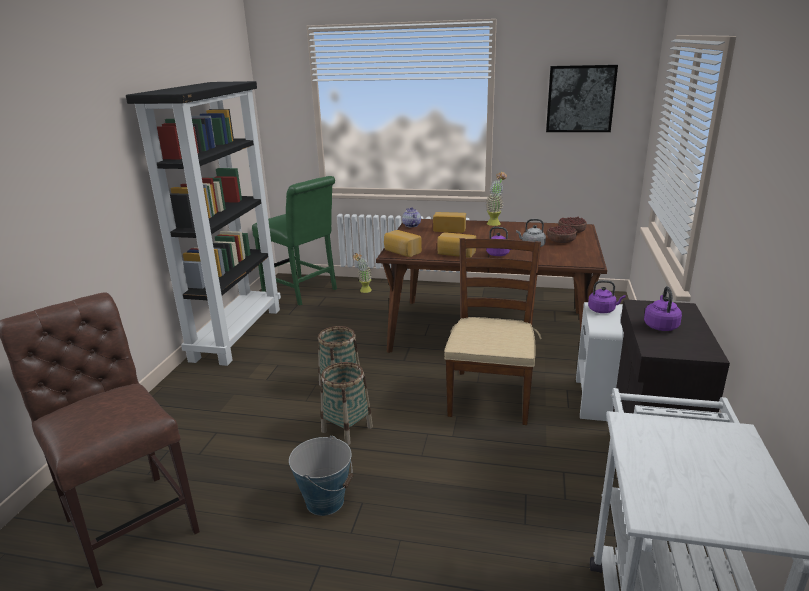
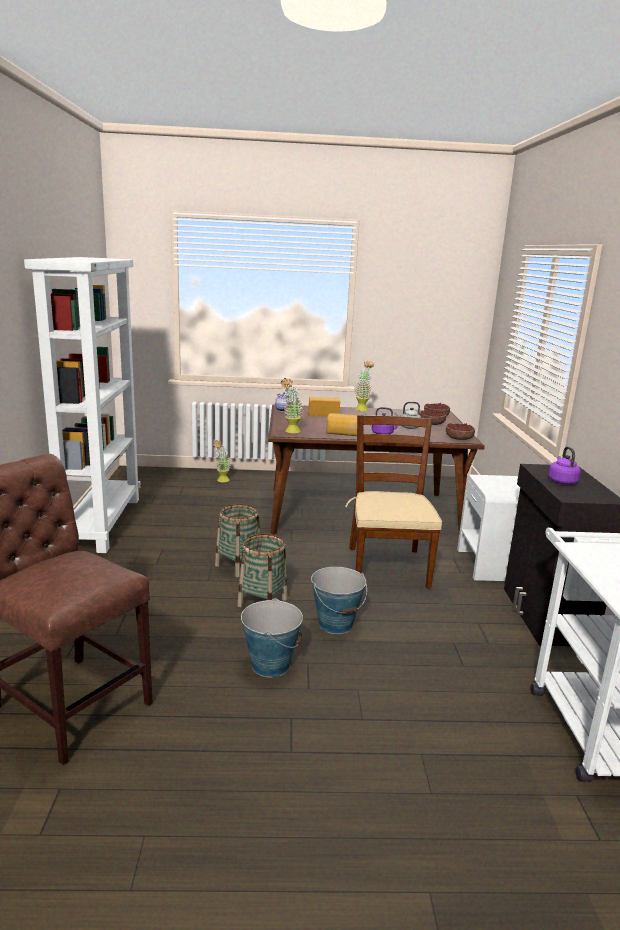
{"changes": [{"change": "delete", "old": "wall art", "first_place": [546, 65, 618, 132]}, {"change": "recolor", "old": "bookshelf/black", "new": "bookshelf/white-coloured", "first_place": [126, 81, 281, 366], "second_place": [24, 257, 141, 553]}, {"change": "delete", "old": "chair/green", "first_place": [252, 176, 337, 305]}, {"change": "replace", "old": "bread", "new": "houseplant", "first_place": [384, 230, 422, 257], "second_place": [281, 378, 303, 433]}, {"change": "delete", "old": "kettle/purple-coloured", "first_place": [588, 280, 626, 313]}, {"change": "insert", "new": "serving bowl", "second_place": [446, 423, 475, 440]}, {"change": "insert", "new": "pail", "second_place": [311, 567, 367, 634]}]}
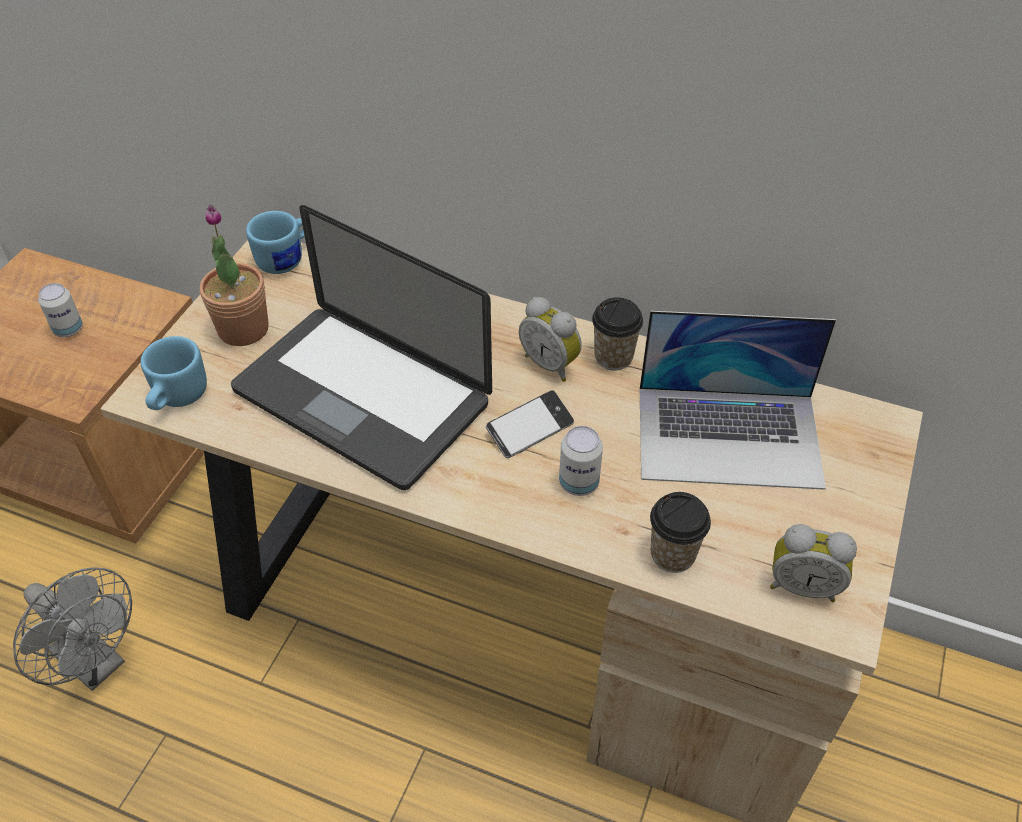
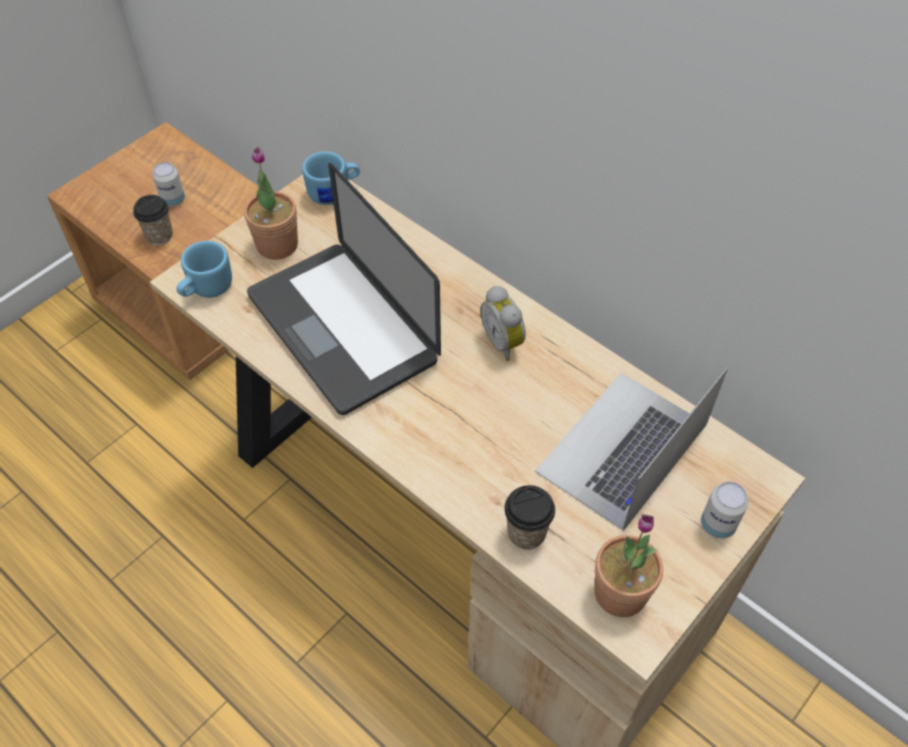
{"changes": [{"change": "move", "old": "drinking cup", "first_place": [592, 297, 643, 370], "second_place": [133, 195, 173, 245]}, {"change": "rotate", "old": "laptop", "first_place": [640, 311, 836, 490], "second_place": [535, 368, 728, 531], "degrees": 105}, {"change": "delete", "old": "telephone", "first_place": [486, 390, 574, 458]}, {"change": "move", "old": "sealed can", "first_place": [559, 426, 603, 496], "second_place": [701, 482, 749, 539]}, {"change": "replace", "old": "bedside clock", "new": "houseplant", "first_place": [770, 524, 857, 602], "second_place": [594, 514, 663, 617]}, {"change": "delete", "old": "electric fan/gray", "first_place": [13, 567, 132, 691]}]}
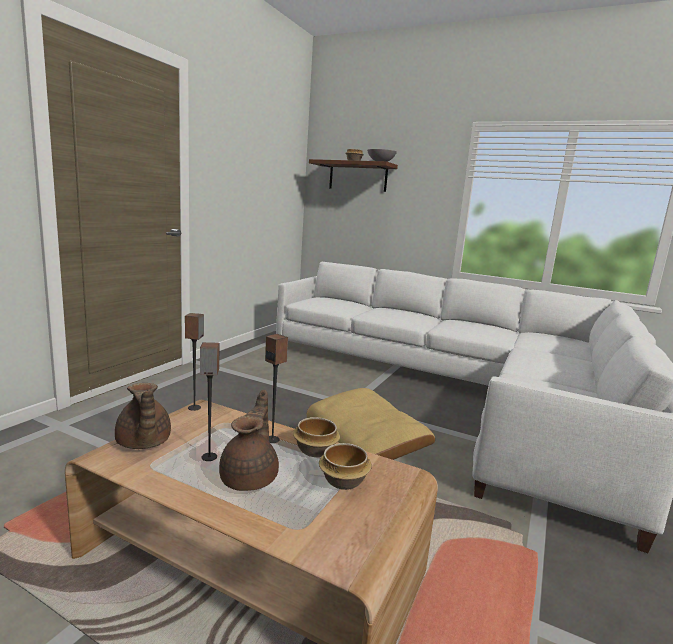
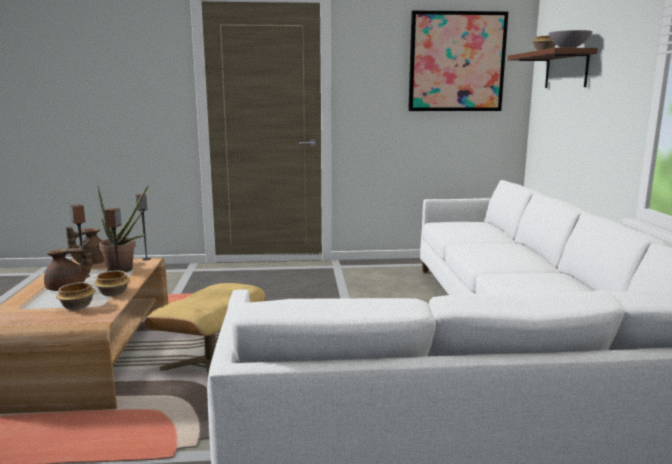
{"changes": [{"change": "insert", "new": "wall art", "second_place": [408, 10, 509, 111]}, {"change": "insert", "new": "houseplant", "second_place": [98, 186, 148, 272]}]}
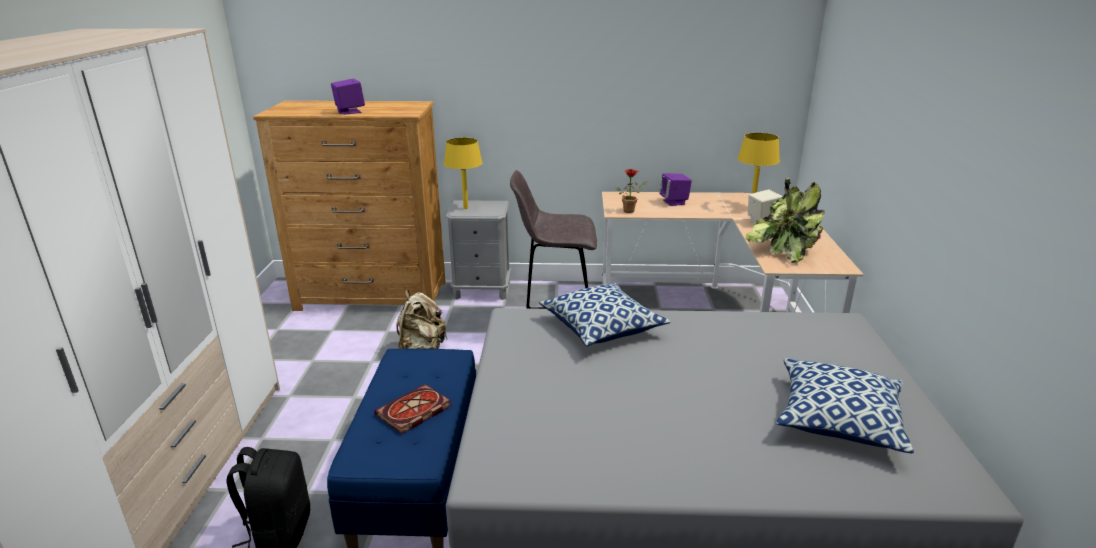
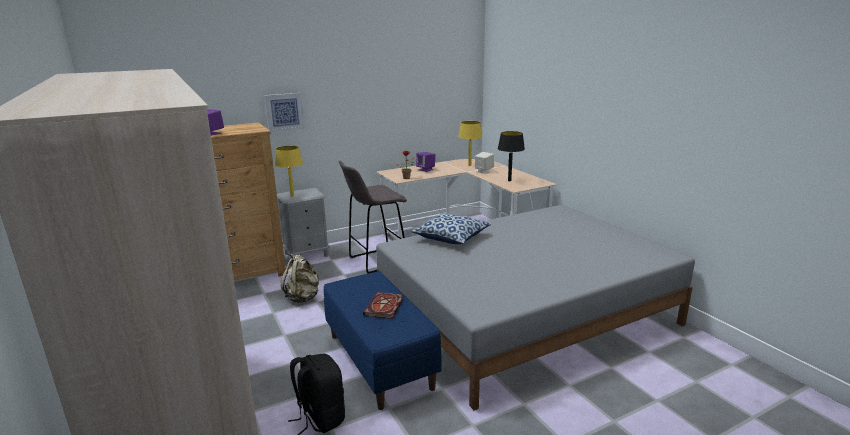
{"changes": [{"change": "replace", "old": "houseplant", "new": "tabletop lamp/black", "first_place": [745, 178, 825, 263], "second_place": [498, 131, 525, 181]}, {"change": "delete", "old": "throw pillow", "first_place": [776, 358, 914, 453]}, {"change": "insert", "new": "wall art", "second_place": [264, 93, 304, 132]}]}
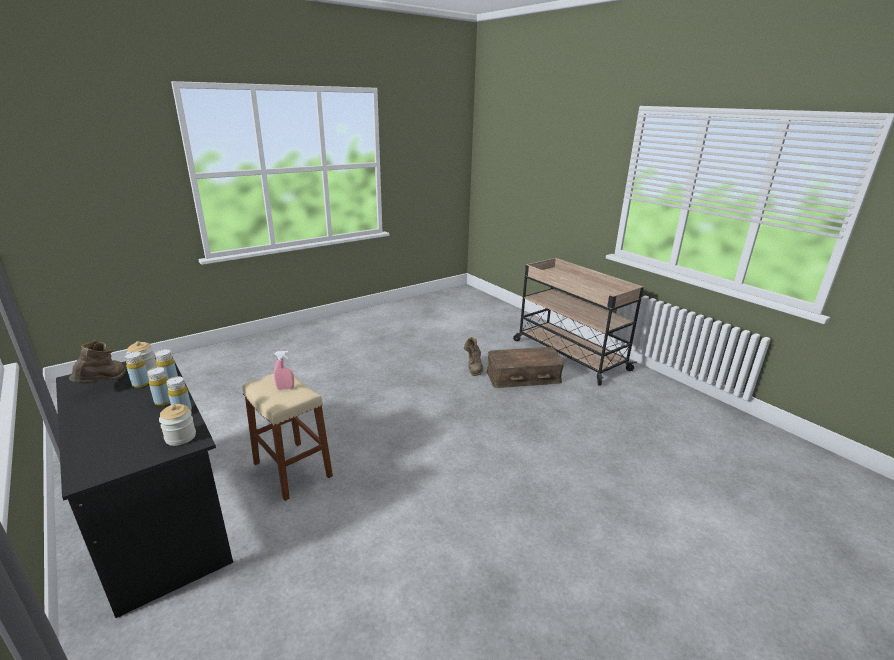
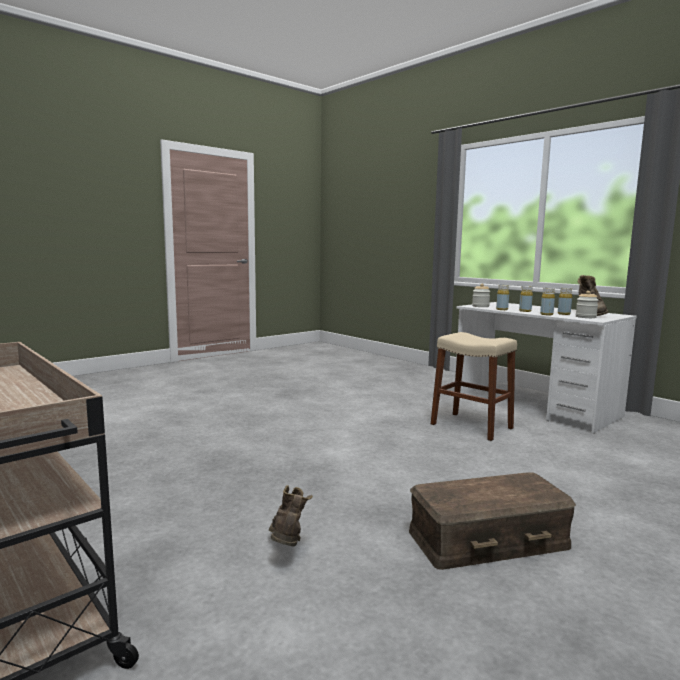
{"changes": [{"change": "move", "old": "storage box/brownish", "first_place": [487, 347, 565, 388], "second_place": [409, 472, 576, 570]}, {"change": "delete", "old": "sprayer/pinkish", "first_place": [274, 351, 294, 390]}, {"change": "recolor", "old": "desk table/black", "new": "desk table/white-coloured", "first_place": [56, 357, 233, 618], "second_place": [456, 302, 637, 433]}]}
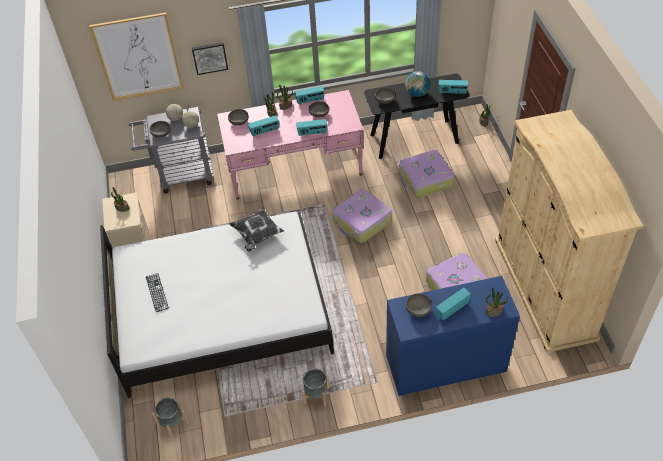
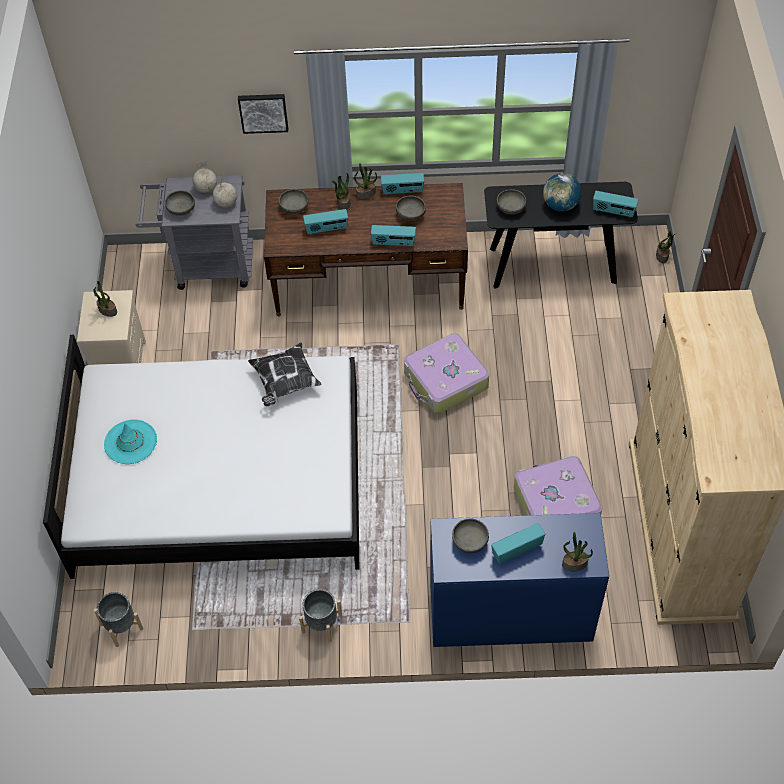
{"changes": [{"change": "delete", "old": "wall art", "first_place": [89, 13, 184, 101]}, {"change": "recolor", "old": "desk table/pinkish", "new": "desk table/brownish", "first_place": [217, 90, 364, 200], "second_place": [264, 183, 468, 316]}, {"change": "delete", "old": "suitcase", "first_place": [399, 150, 455, 198]}, {"change": "replace", "old": "computer keyboard", "new": "hat/turquoise", "first_place": [146, 273, 169, 312], "second_place": [104, 419, 157, 464]}]}
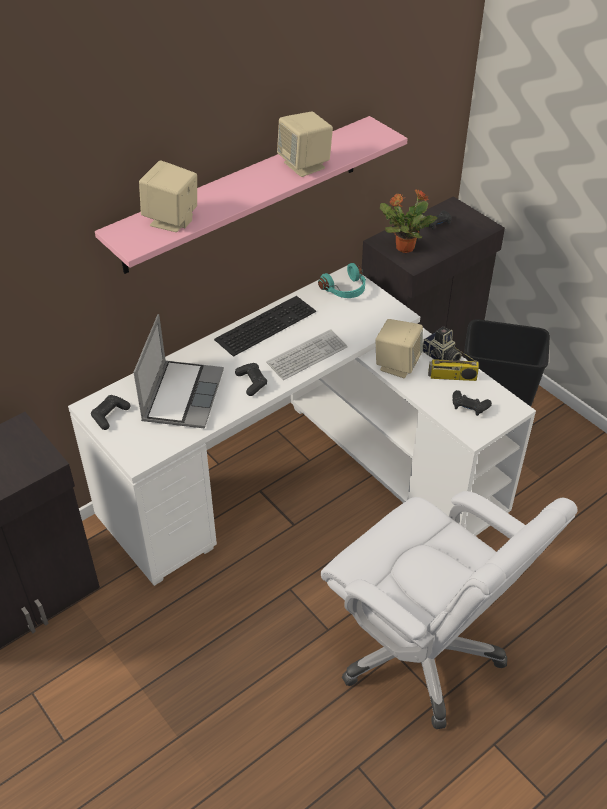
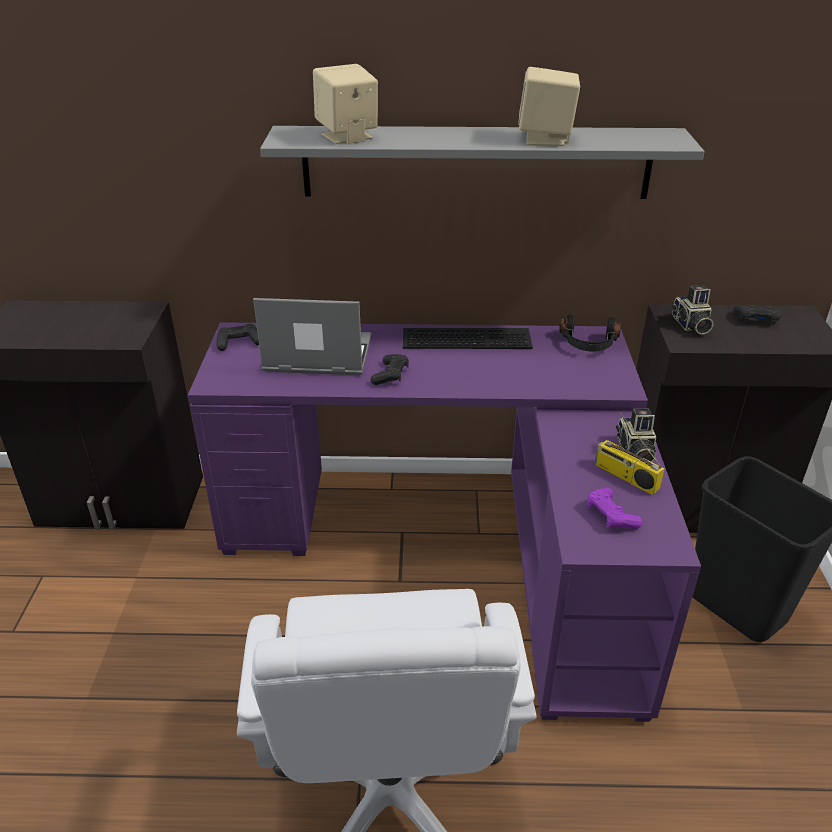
{"changes": [{"change": "recolor", "old": "shelf/pinkish", "new": "shelf/gray", "first_place": [95, 116, 408, 274], "second_place": [260, 126, 704, 199]}, {"change": "replace", "old": "houseplant", "new": "still camera", "first_place": [380, 189, 438, 253], "second_place": [672, 285, 714, 335]}, {"change": "recolor", "old": "headphones/turquoise", "new": "headphones/black", "first_place": [318, 263, 366, 298], "second_place": [559, 315, 621, 352]}, {"change": "recolor", "old": "desk table/white-coloured", "new": "desk table/purple-coloured", "first_place": [68, 265, 536, 586], "second_place": [188, 322, 701, 722]}, {"change": "rotate", "old": "laptop", "first_place": [134, 314, 224, 429], "second_place": [253, 298, 371, 375], "degrees": -135}, {"change": "delete", "old": "speaker/sand-coloured", "first_place": [375, 319, 423, 378]}, {"change": "delete", "old": "computer keyboard", "first_place": [266, 329, 348, 380]}, {"change": "recolor", "old": "joypad/black", "new": "joypad/purple-coloured", "first_place": [453, 390, 492, 416], "second_place": [587, 488, 643, 529]}]}
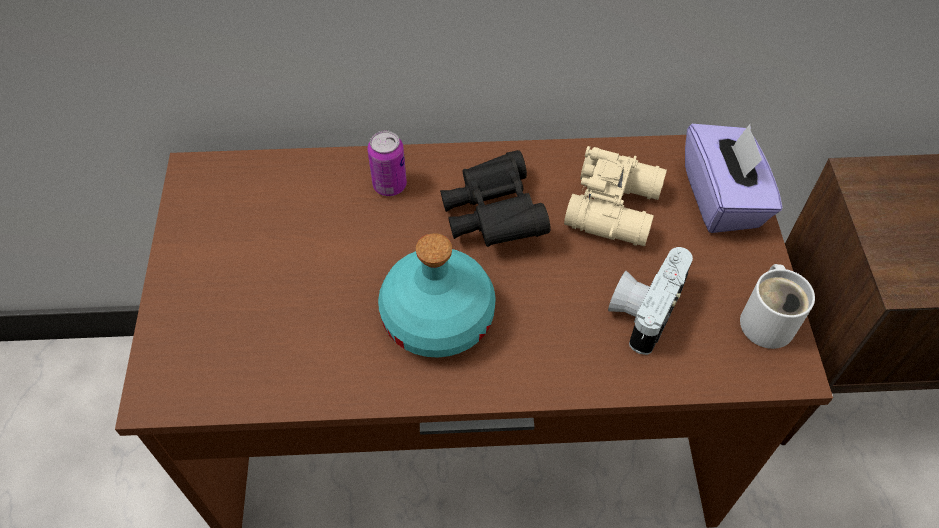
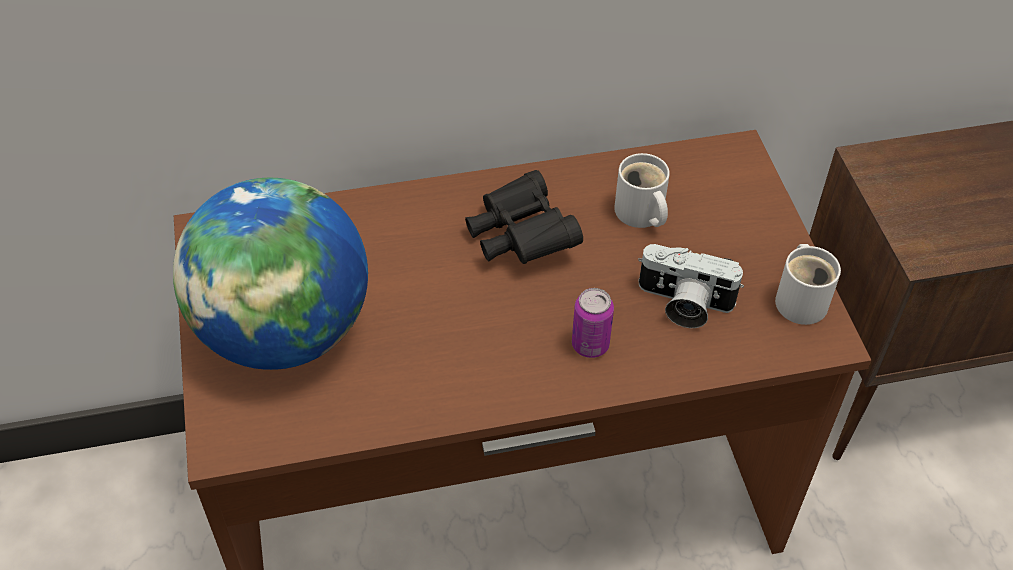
{"changes": [{"change": "delete", "old": "tissue holder/purple-coloured", "first_place": [685, 124, 783, 233]}, {"change": "move", "old": "sealed can", "first_place": [367, 131, 407, 196], "second_place": [572, 288, 614, 358]}, {"change": "replace", "old": "pair of binoculars/sand-coloured", "new": "tea mug/white-coloured", "first_place": [564, 146, 667, 246], "second_place": [614, 153, 670, 228]}, {"change": "delete", "old": "beverage bottle/turquoise", "first_place": [378, 233, 496, 358]}, {"change": "rotate", "old": "still camera", "first_place": [608, 247, 693, 355], "second_place": [638, 244, 744, 328], "degrees": -90}, {"change": "insert", "new": "desk globe", "second_place": [173, 178, 368, 370]}]}
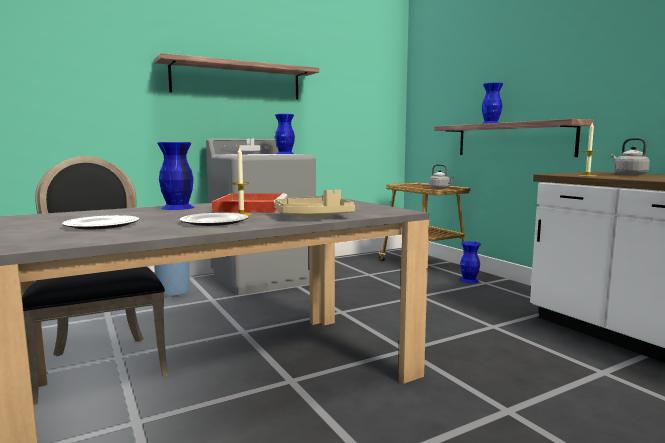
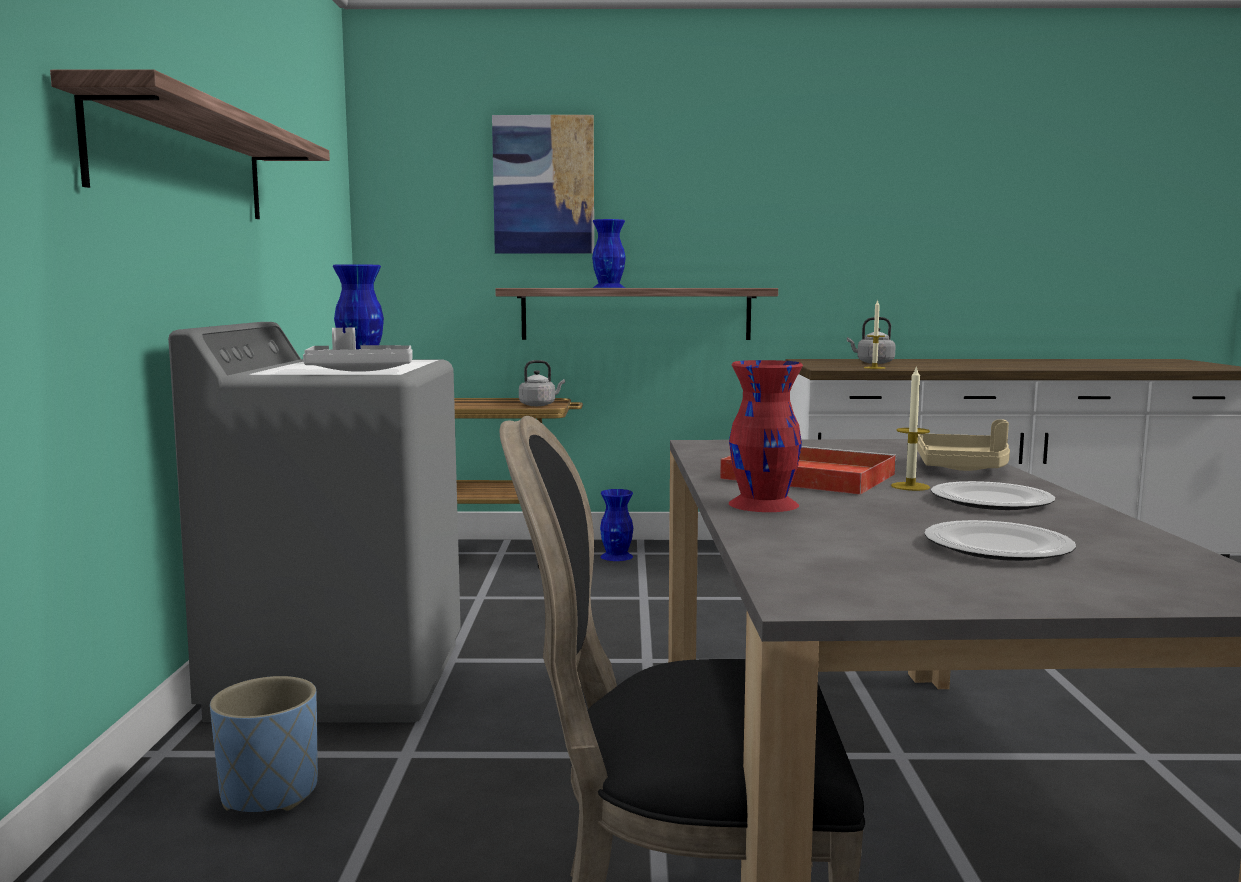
{"changes": [{"change": "recolor", "old": "vase/blue", "new": "vase/reddish", "first_place": [157, 142, 195, 210], "second_place": [729, 360, 803, 512]}, {"change": "insert", "new": "wall art", "second_place": [492, 115, 594, 254]}]}
